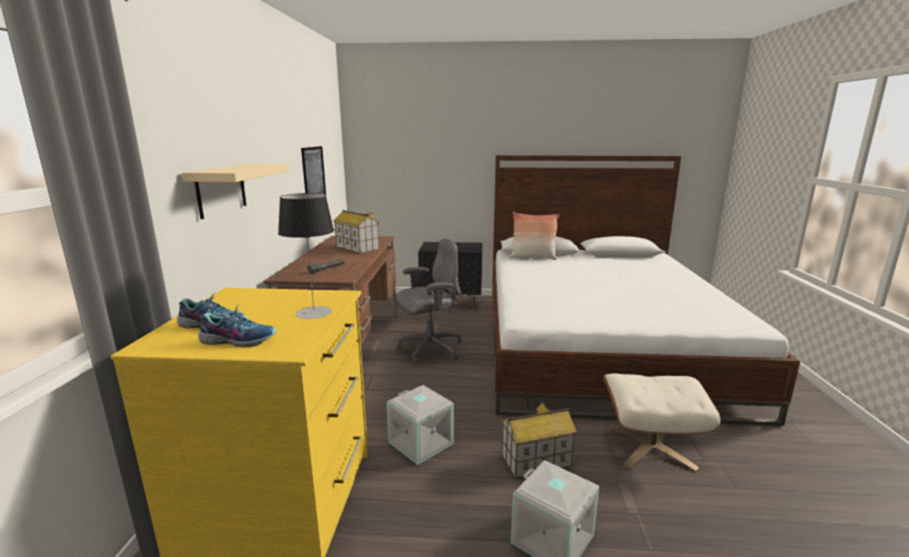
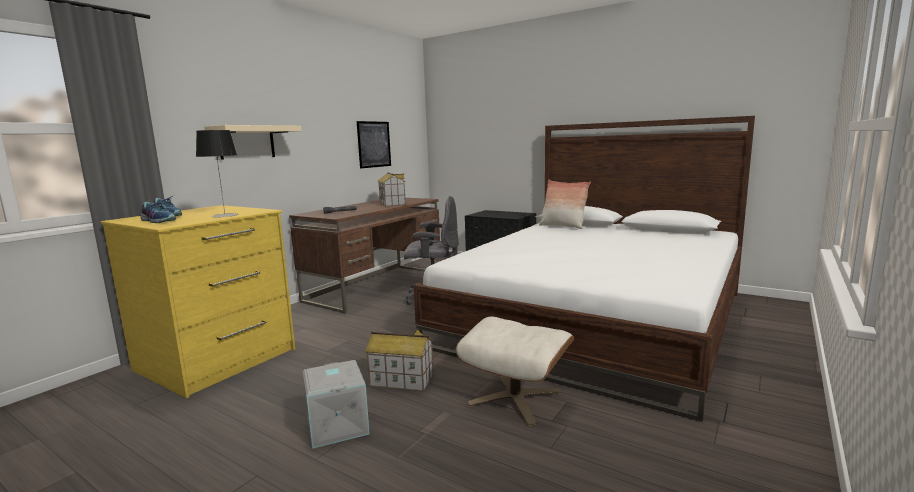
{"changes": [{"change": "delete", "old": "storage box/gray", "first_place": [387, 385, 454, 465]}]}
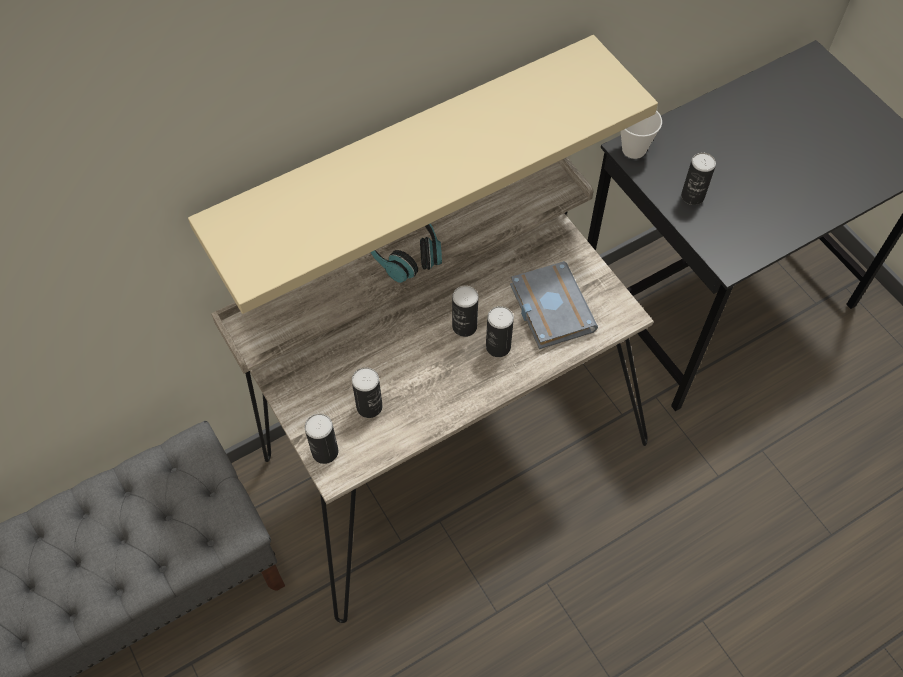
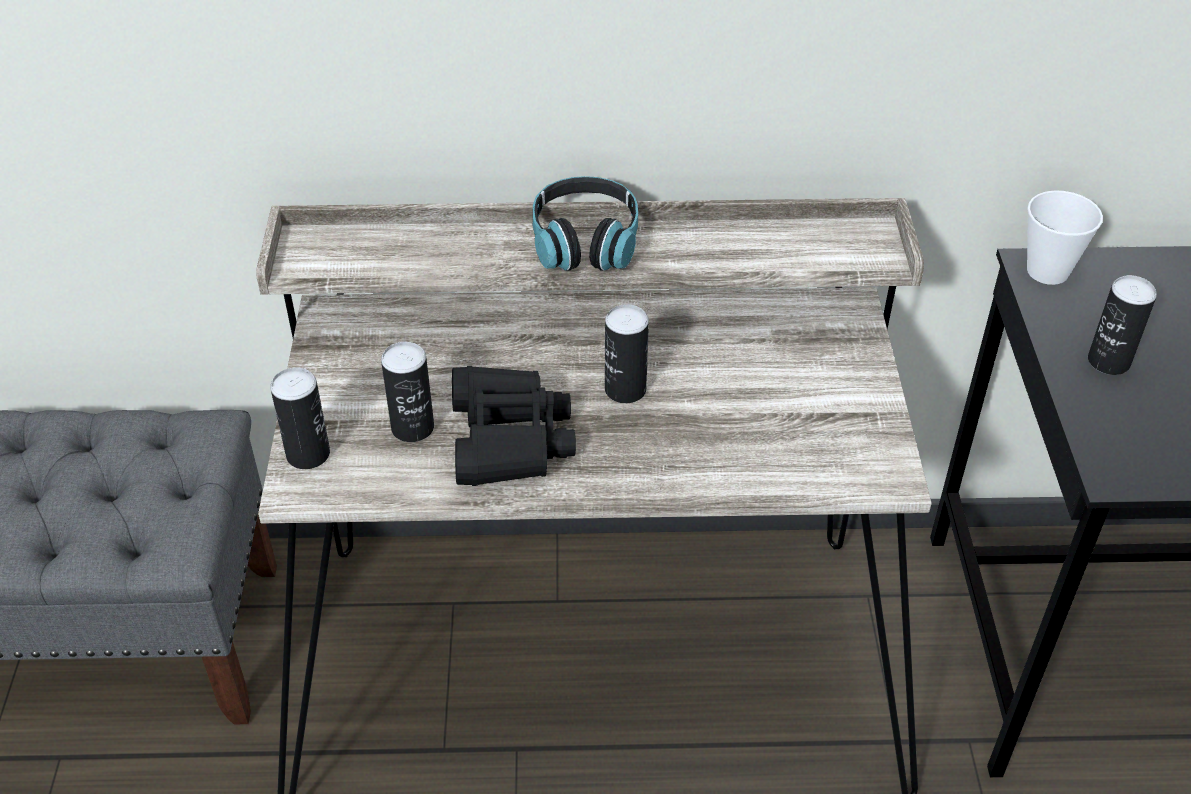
{"changes": [{"change": "delete", "old": "shelf/sand-coloured", "first_place": [188, 35, 658, 314]}, {"change": "delete", "old": "book/gray", "first_place": [510, 261, 598, 349]}, {"change": "delete", "old": "sealed can", "first_place": [486, 306, 514, 357]}, {"change": "insert", "new": "pair of binoculars/black", "second_place": [452, 366, 576, 486]}]}
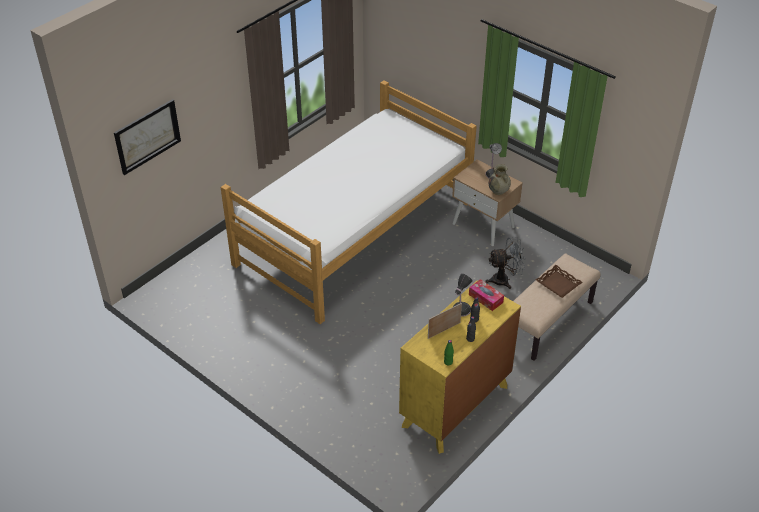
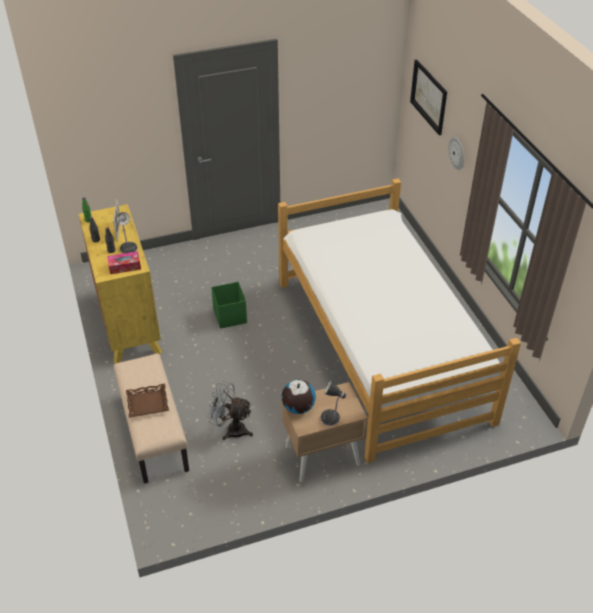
{"changes": [{"change": "replace", "old": "vase/sand-coloured", "new": "desk globe", "first_place": [489, 164, 511, 195], "second_place": [282, 380, 316, 414]}, {"change": "rotate", "old": "electric fan/gray", "first_place": [485, 237, 525, 289], "second_place": [207, 381, 253, 440], "degrees": 90}, {"change": "insert", "new": "clock on the wall", "second_place": [449, 137, 464, 170]}, {"change": "insert", "new": "storage box/green", "second_place": [211, 282, 247, 329]}]}
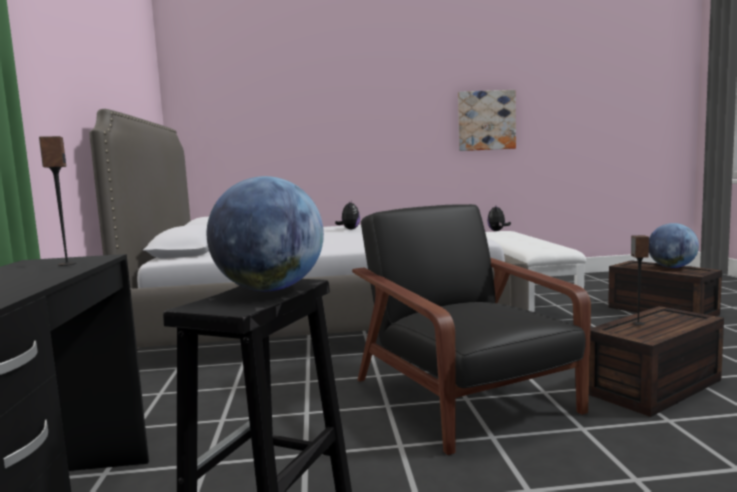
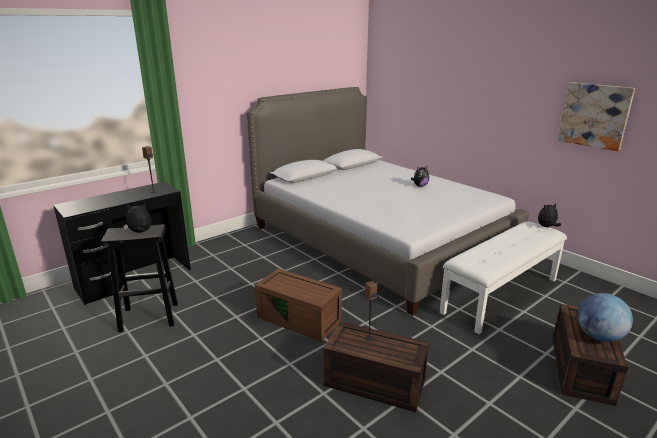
{"changes": [{"change": "replace", "old": "desk globe", "new": "plush toy", "first_place": [207, 176, 324, 291], "second_place": [123, 203, 152, 233]}, {"change": "replace", "old": "lounge chair/black", "new": "storage box/brownish", "first_place": [352, 204, 591, 455], "second_place": [255, 269, 342, 342]}]}
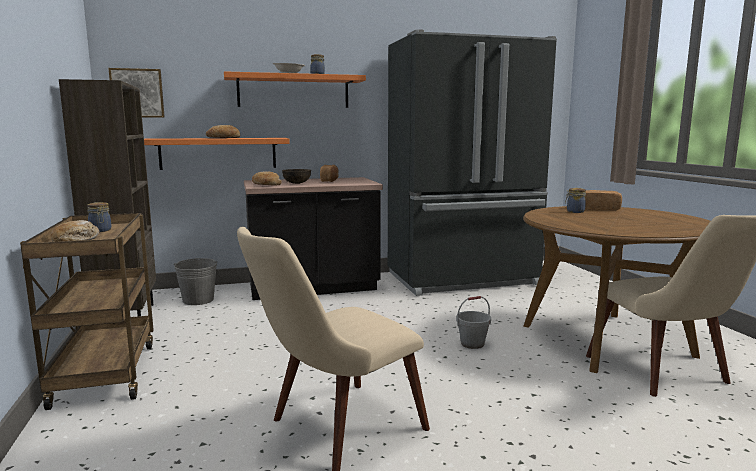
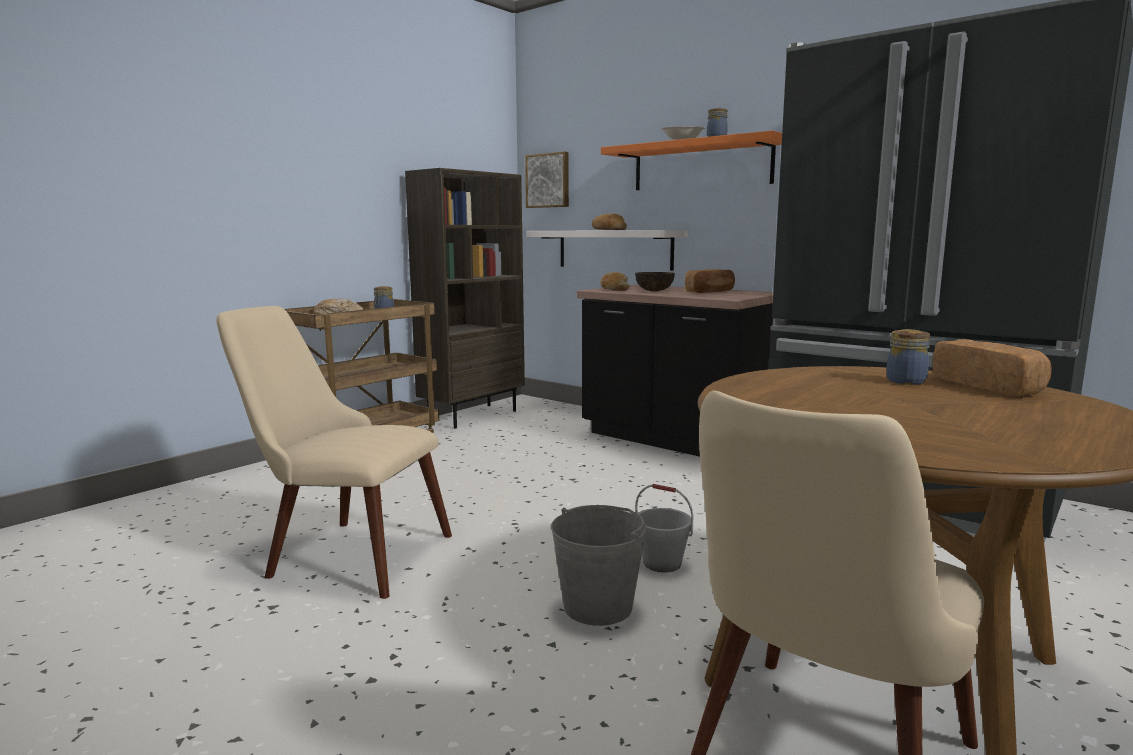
{"changes": [{"change": "recolor", "old": "shelf/orange", "new": "shelf/white-coloured", "first_place": [144, 138, 290, 170], "second_place": [526, 230, 688, 271]}, {"change": "move", "old": "pail/gray", "first_place": [174, 258, 217, 305], "second_place": [551, 505, 647, 626]}]}
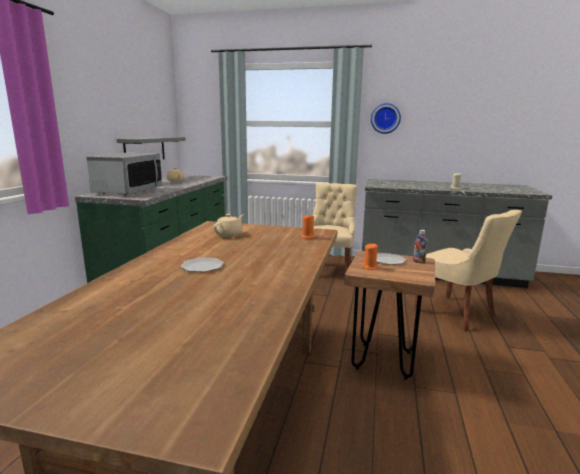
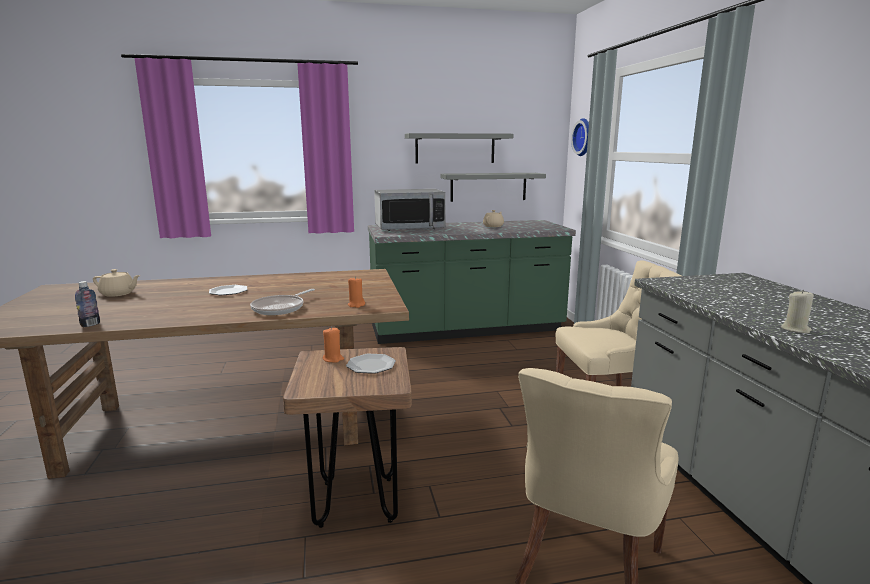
{"changes": [{"change": "move", "old": "clock on the wall", "first_place": [371, 103, 401, 134], "second_place": [571, 118, 589, 156]}, {"change": "move", "old": "teapot/sand-coloured", "first_place": [214, 214, 244, 237], "second_place": [93, 269, 140, 297]}, {"change": "move", "old": "beverage bottle", "first_place": [413, 230, 427, 264], "second_place": [75, 281, 100, 327]}, {"change": "insert", "new": "shelf/gray", "second_place": [405, 133, 513, 163]}, {"change": "insert", "new": "skillet", "second_place": [250, 289, 315, 315]}]}
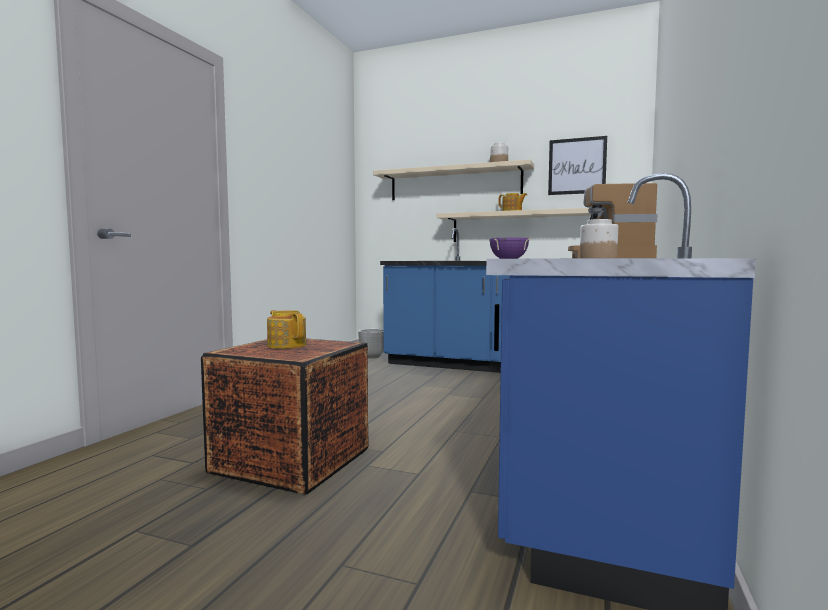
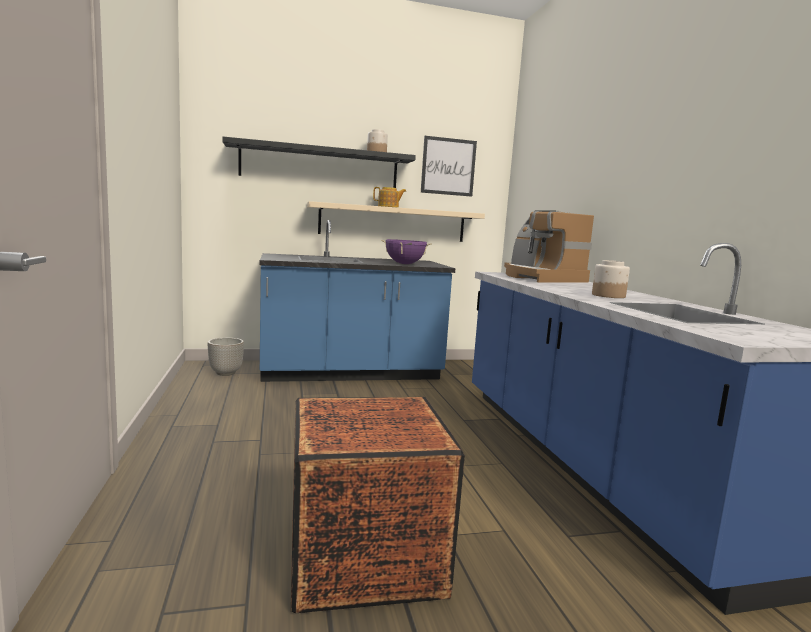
{"changes": [{"change": "recolor", "old": "shelf/sand-coloured", "new": "shelf/black", "first_place": [373, 159, 534, 200], "second_place": [222, 137, 416, 188]}, {"change": "delete", "old": "teapot", "first_place": [267, 310, 306, 349]}]}
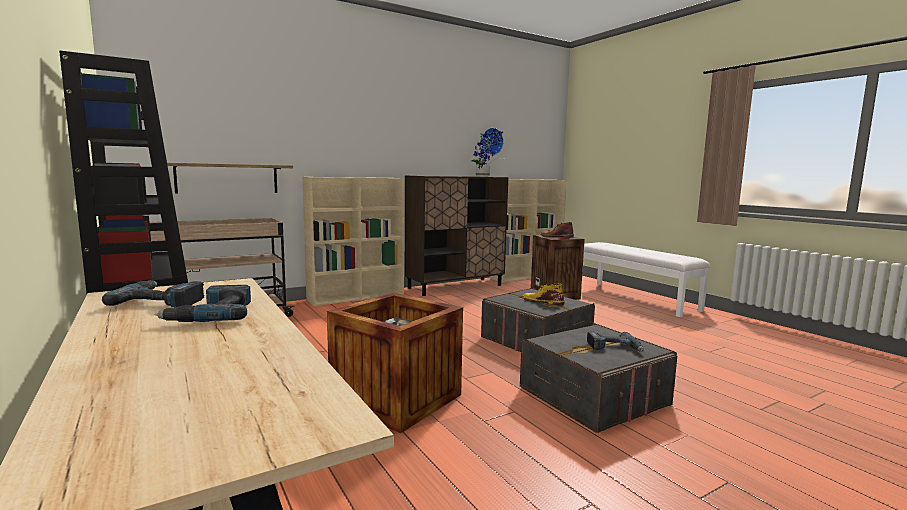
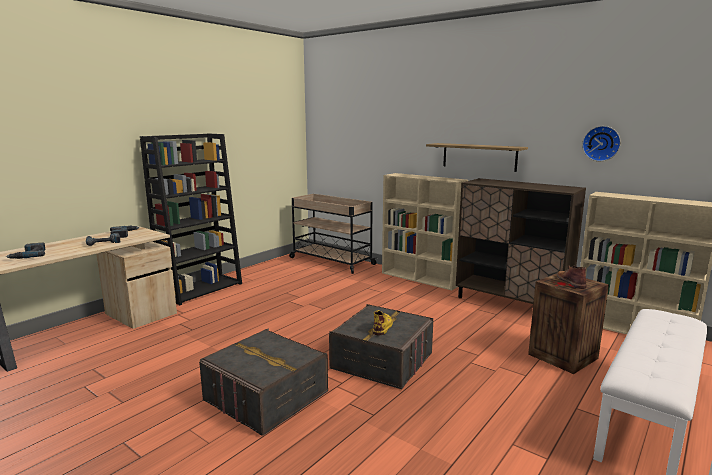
{"changes": [{"change": "delete", "old": "houseplant", "first_place": [471, 129, 504, 177]}, {"change": "move", "old": "shelf", "first_place": [167, 163, 293, 194], "second_place": [426, 143, 528, 172]}, {"change": "delete", "old": "packing crate", "first_place": [327, 293, 463, 433]}, {"change": "move", "old": "power drill", "first_place": [587, 331, 644, 352], "second_place": [6, 243, 46, 259]}]}
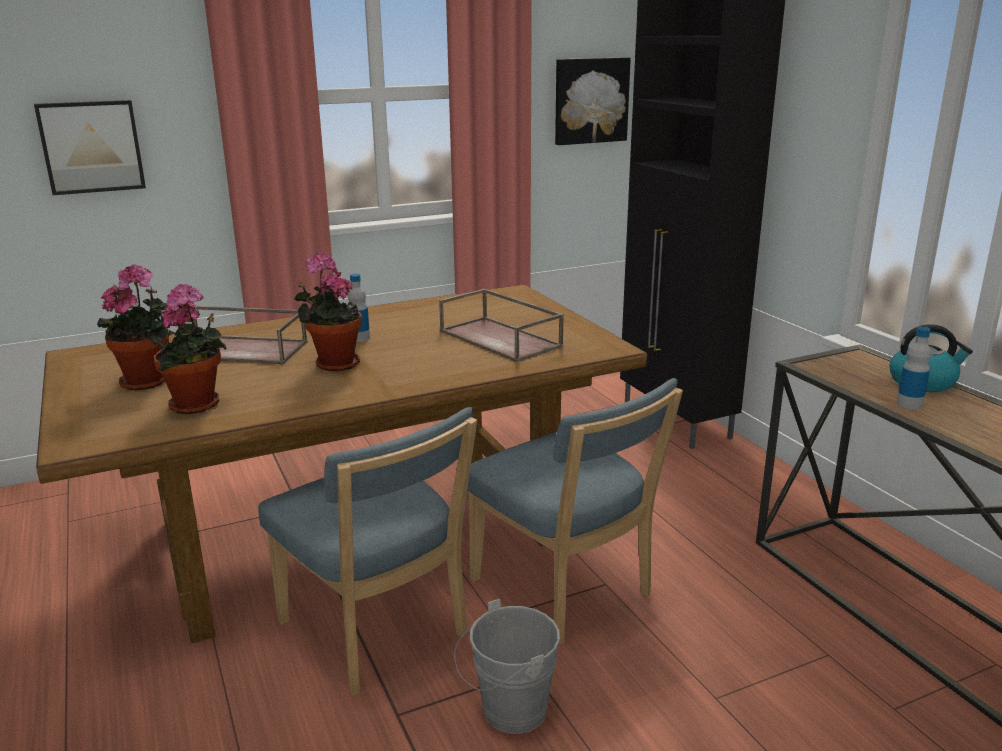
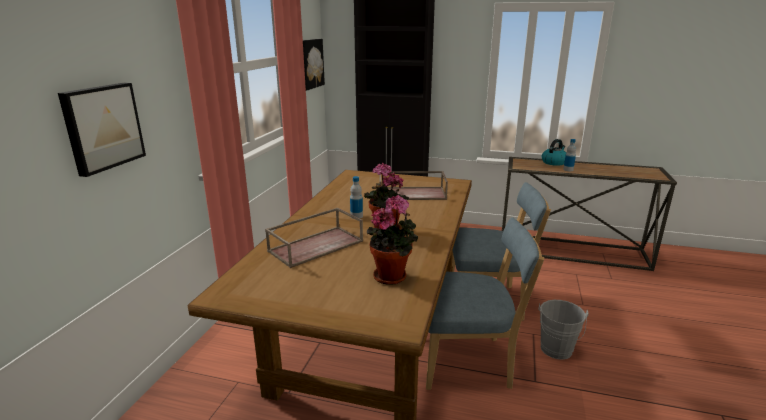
{"changes": [{"change": "delete", "old": "houseplant", "first_place": [97, 264, 169, 390]}]}
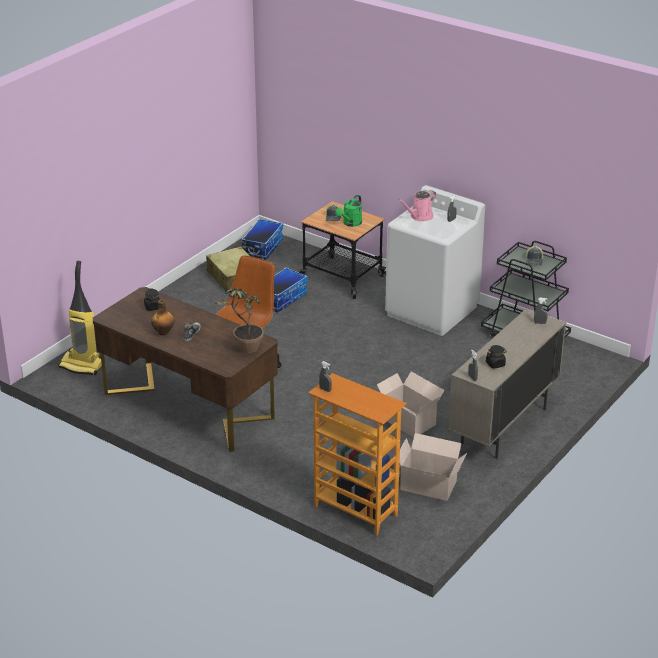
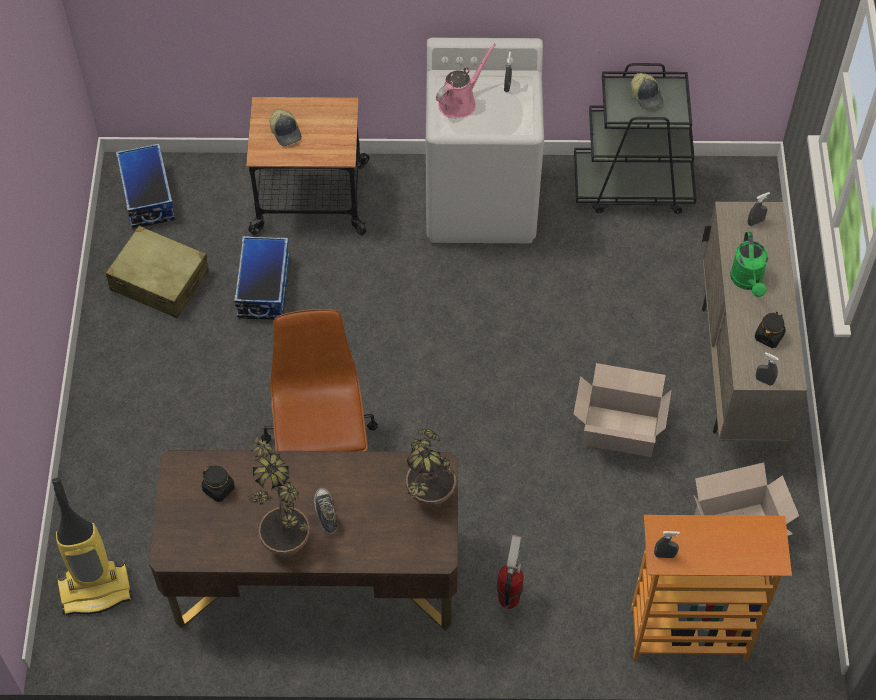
{"changes": [{"change": "rotate", "old": "sprinkling can/pinkish", "first_place": [398, 190, 436, 221], "second_place": [436, 43, 496, 118], "degrees": -150}, {"change": "move", "old": "sprinkling can/green", "first_place": [335, 195, 362, 227], "second_place": [730, 232, 768, 297]}, {"change": "replace", "old": "beverage bottle", "new": "houseplant", "first_place": [151, 299, 174, 336], "second_place": [248, 429, 310, 557]}, {"change": "insert", "new": "extinguisher", "second_place": [496, 535, 524, 609]}]}
